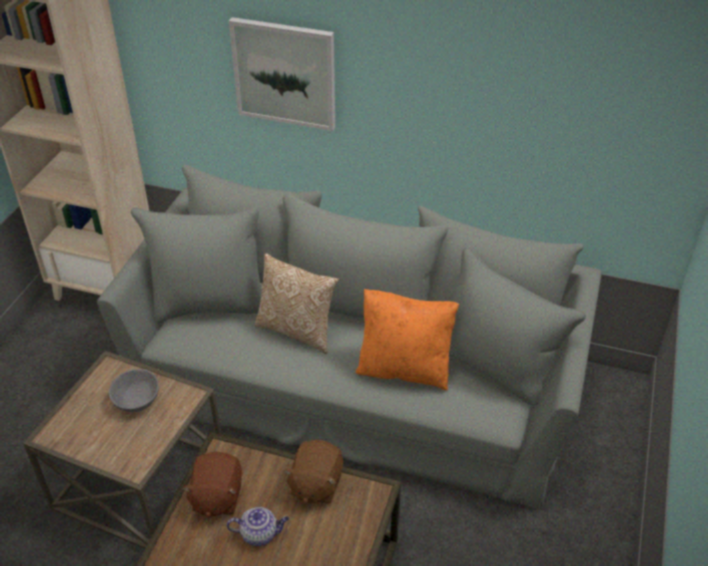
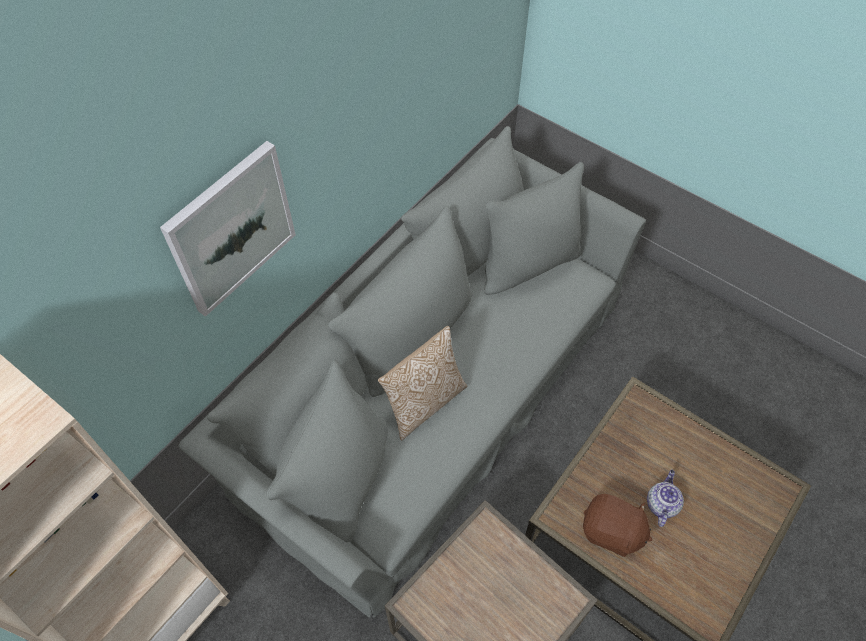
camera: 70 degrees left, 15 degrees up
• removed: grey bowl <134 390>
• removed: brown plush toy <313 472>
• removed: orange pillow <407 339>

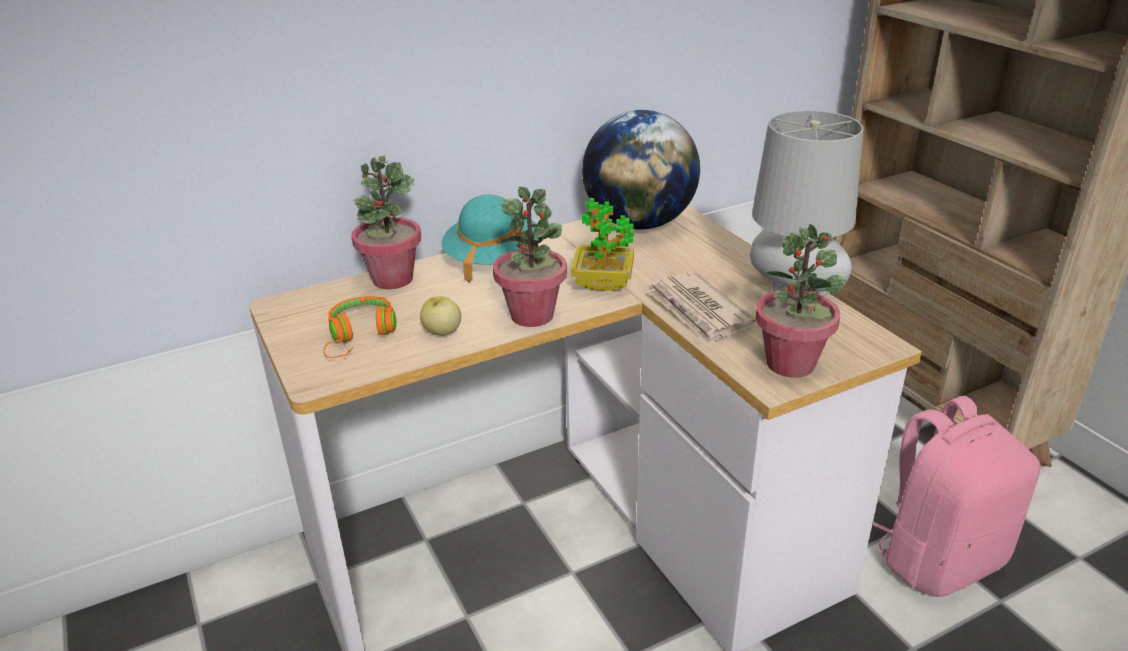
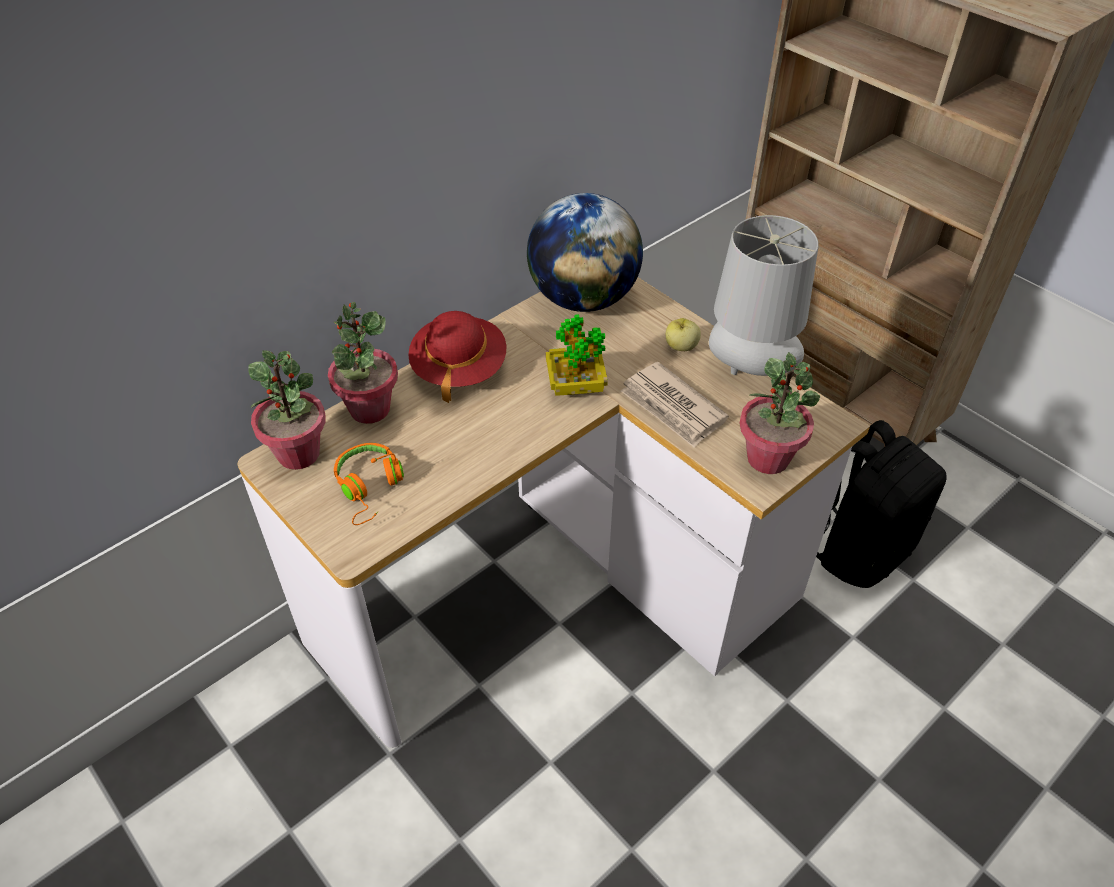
camera: 15 degrees left, 15 degrees up
• moved: potted plant <530 257> to <287 410>
• recoloured: turquoise hat <491 239> to red hat <457 357>
• moved: apple <440 316> to <683 334>
• recoloured: pink backpack <956 496> to black backpack <881 504>

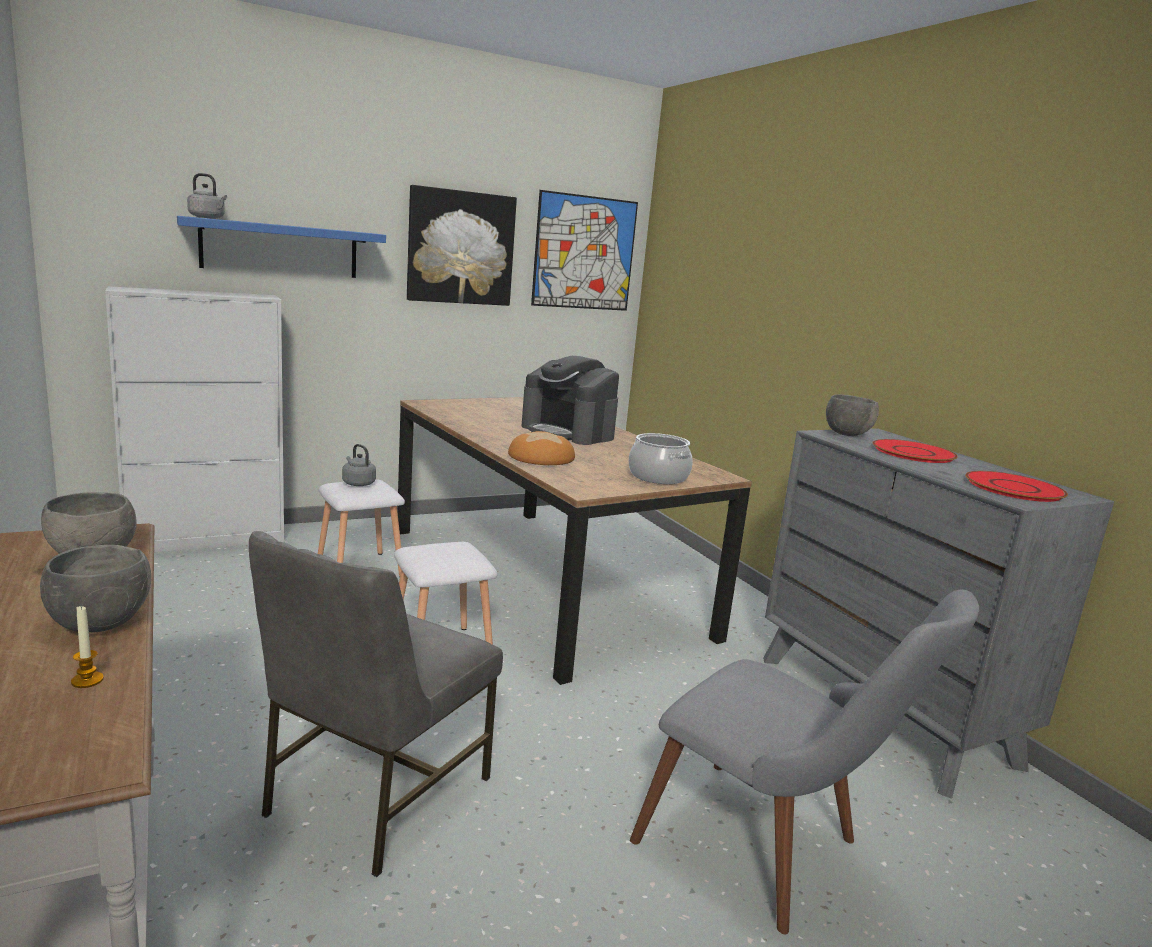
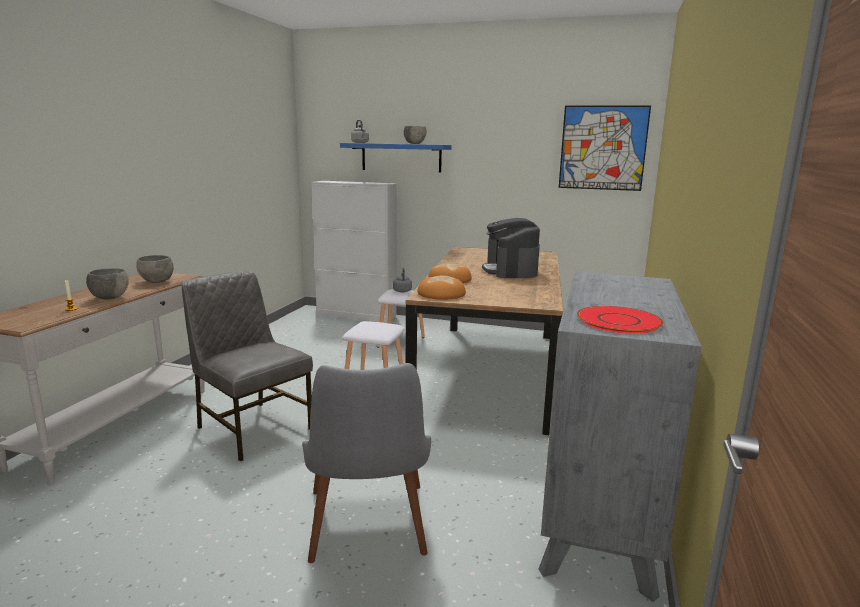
camera: 45 degrees right, 0 degrees up
• turned: grey chair <376 704> = <247 366> 60 degrees clockwise
• moved: grey bowl <852 415> to <415 135>
• added: bread <441 287>
• removed: picture <462 245>
• removed: cooking pot <661 458>
• removed: red plate <915 451>

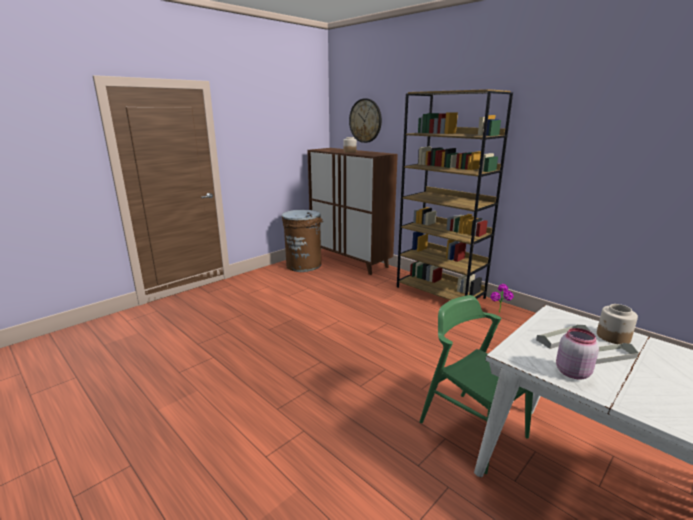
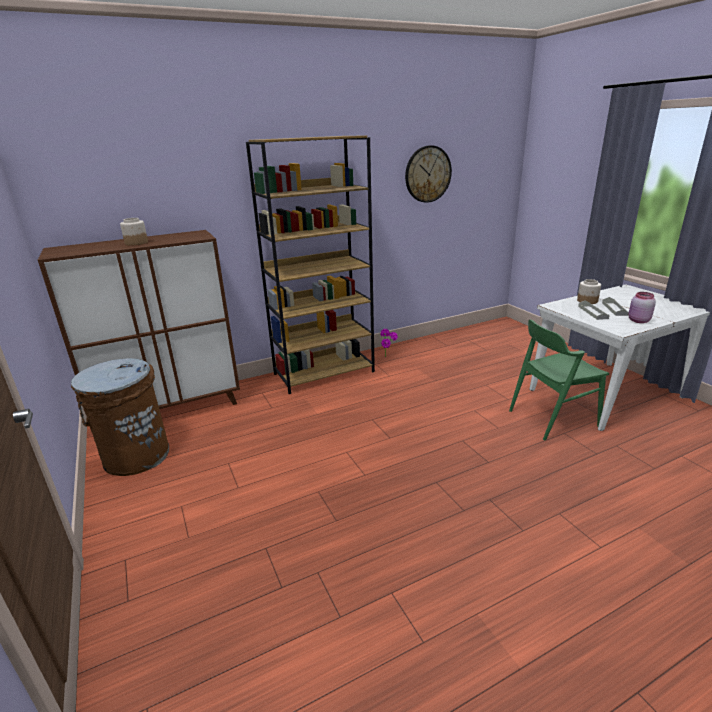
camera: 70 degrees left, 5 degrees up
• moved: wall clock <365 120> to <428 174>

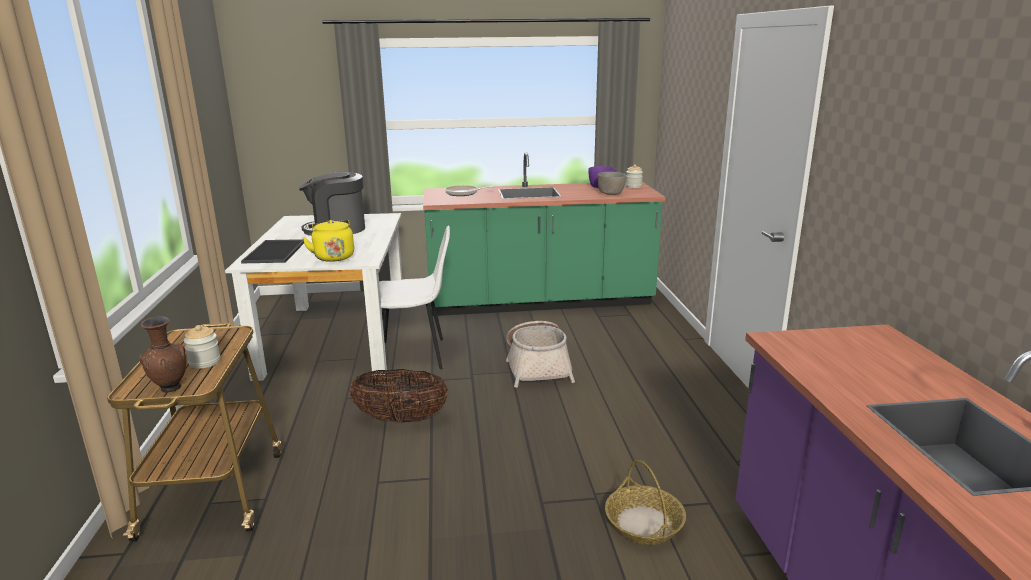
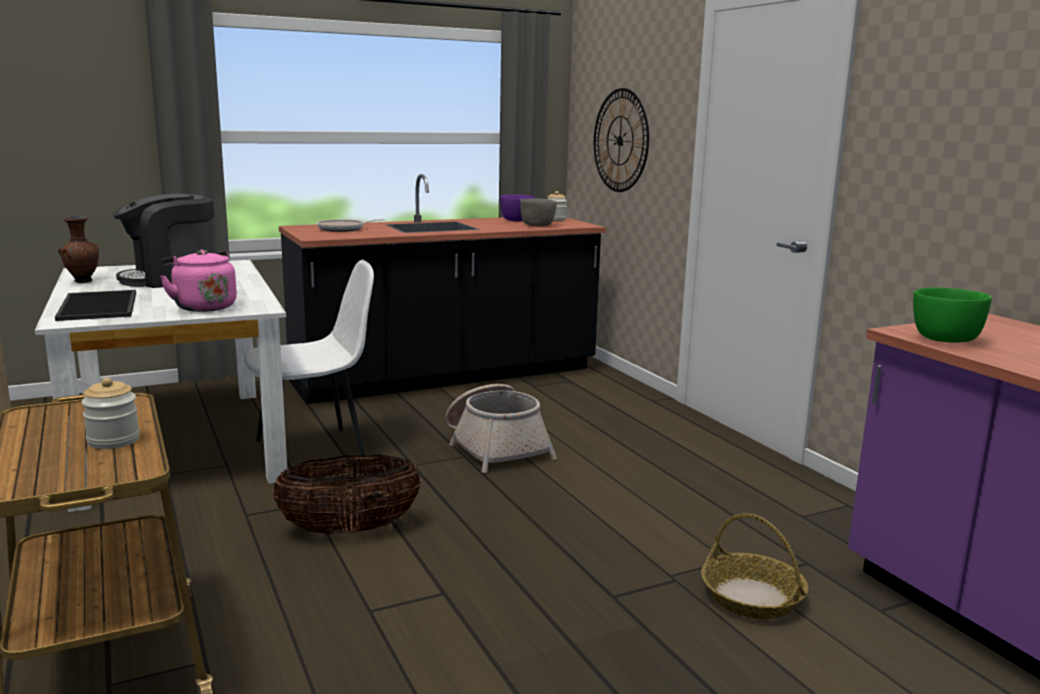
camera: 20 degrees left, 5 degrees down
• moved: brown vase <162 354> to <78 249>
• recoloured: yellow kettle <328 241> to pink kettle <198 281>
• recoloured: green counter <544 234> to black counter <442 289>
• added: wall clock <621 140>
• added: green bowl <952 315>

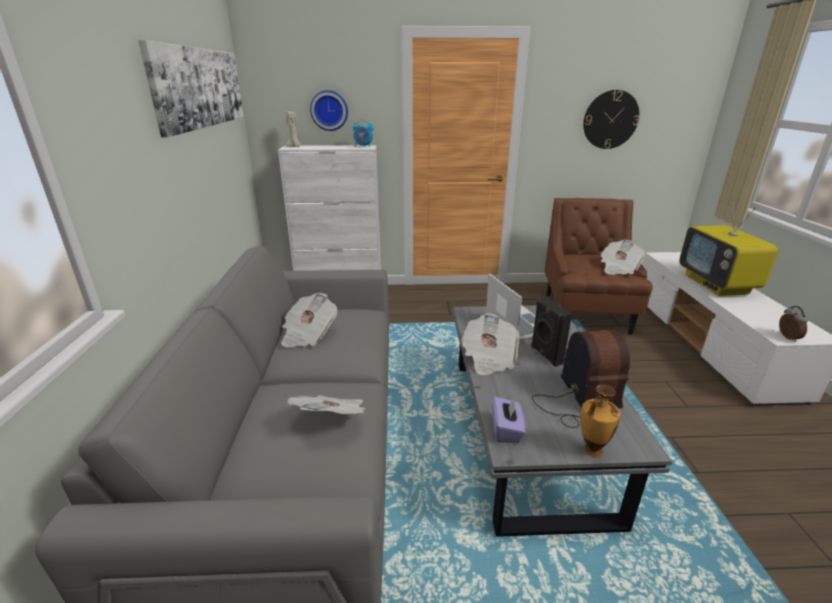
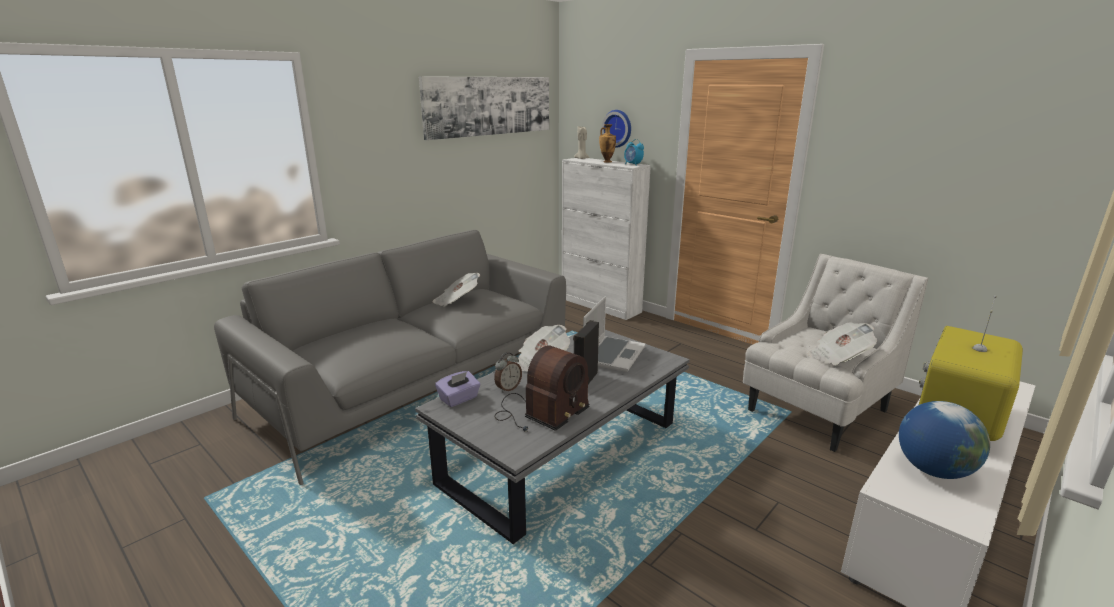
camera: 45 degrees right, 5 degrees down
• moved: alarm clock <793 324> to <508 372>
• moved: vase <600 421> to <607 143>
• recoloured: brown armchair <598 266> to white armchair <835 353>
• added: globe <944 440>
• removed: newspaper <326 404>
• removed: wall clock <611 119>

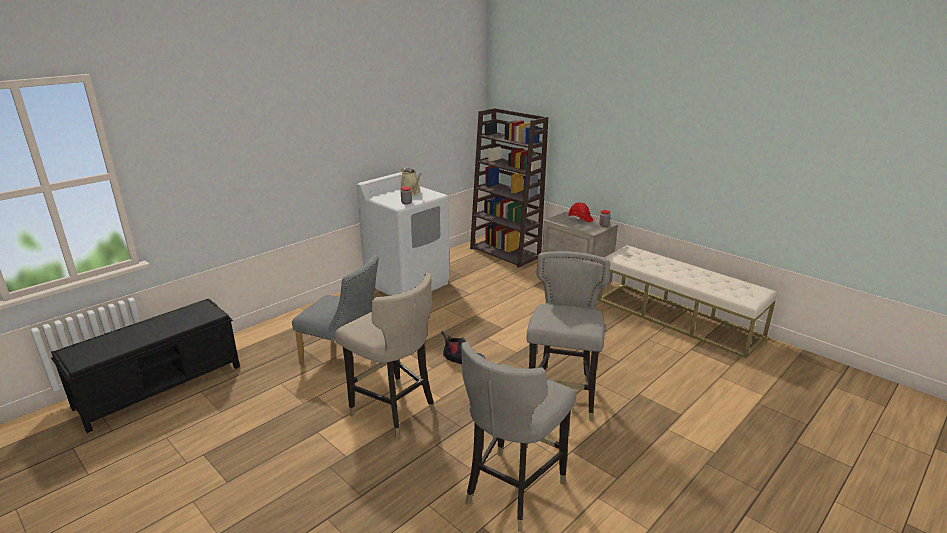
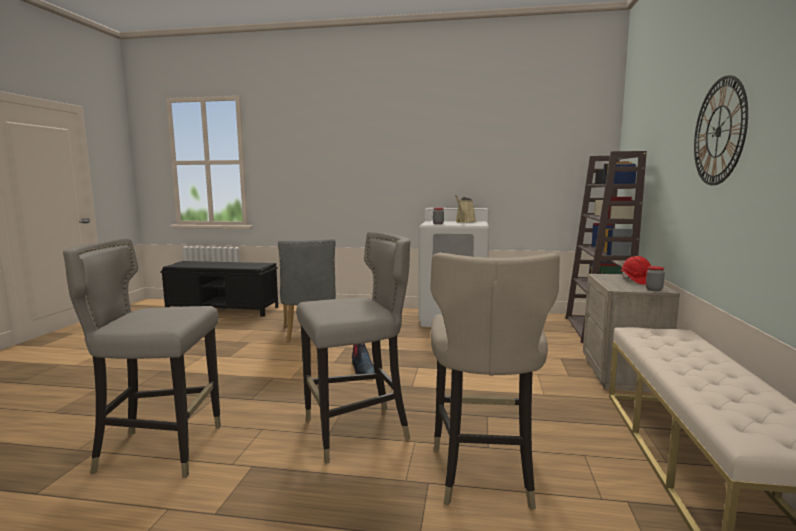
camera: 55 degrees right, 15 degrees down
• moved: beige stool <385 356> to <495 381>
• added: wall clock <721 130>

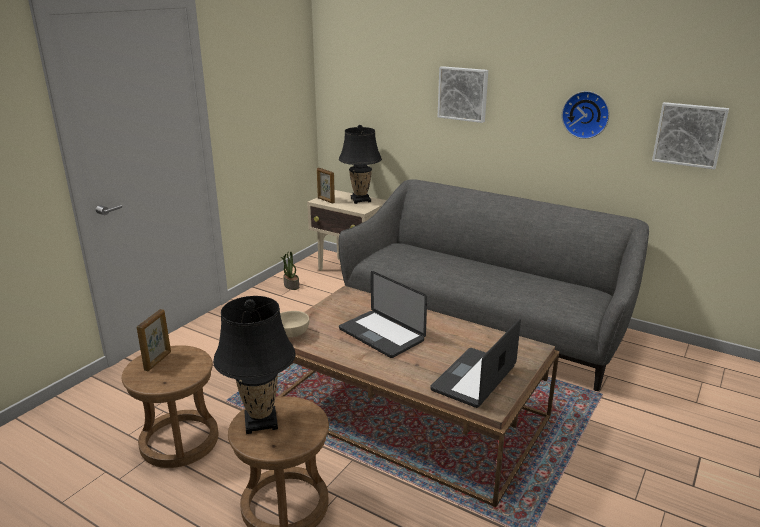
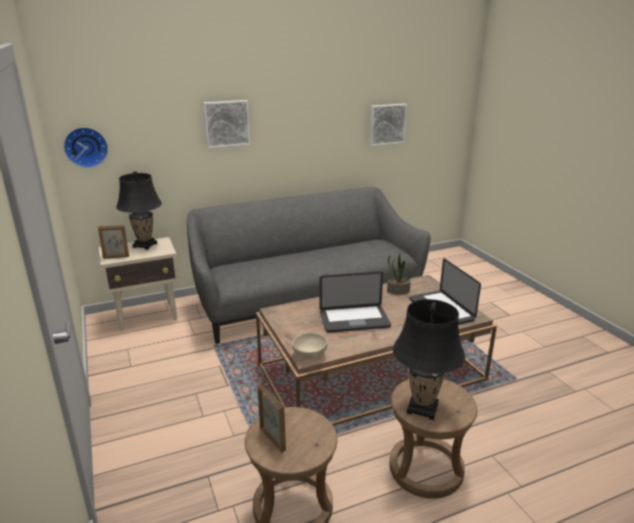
camera: 55 degrees left, 0 degrees up
• moved: wall clock <586 115> to <86 147>
• moved: potted plant <290 270> to <399 273>

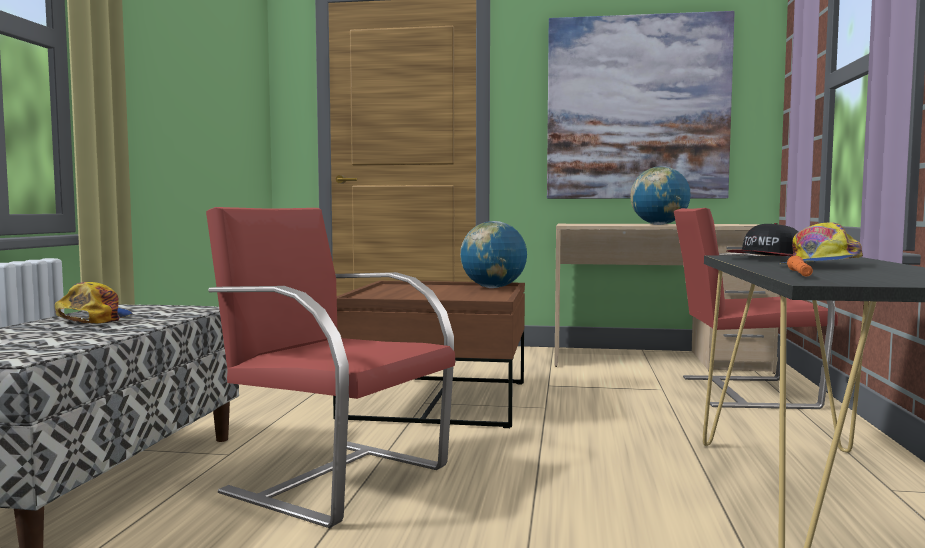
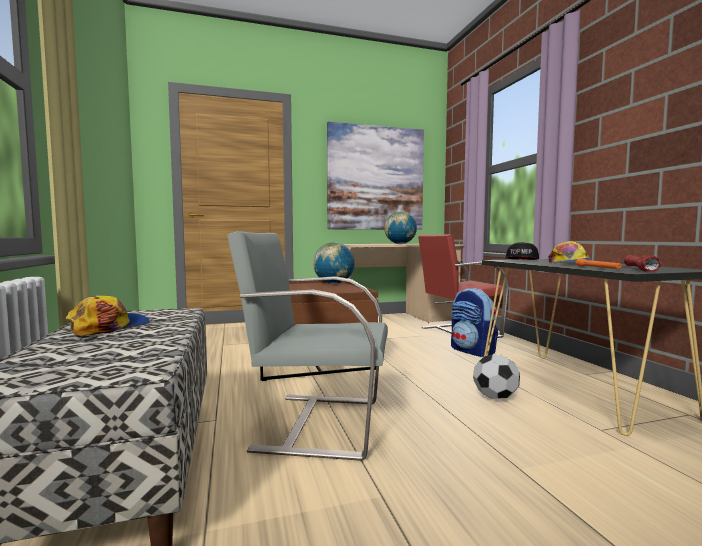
camera: 25 degrees left, 0 degrees up
• turned: cap <94 302> = <108 315> 60 degrees clockwise
• recoloured: red chair <330 367> to grey chair <307 346>
• added: backpack <474 322>
• added: football <496 376>
• added: red flashlight <643 263>

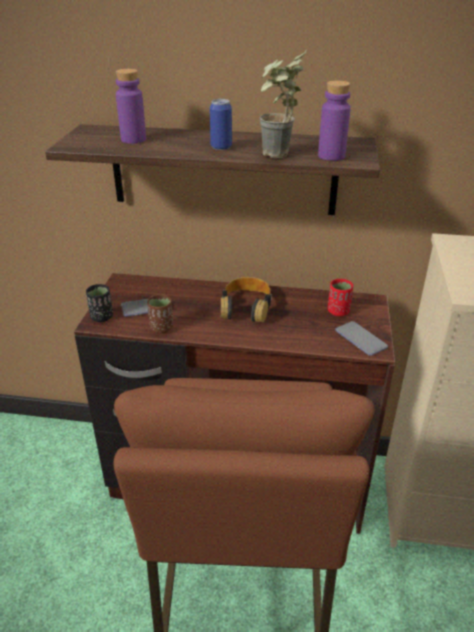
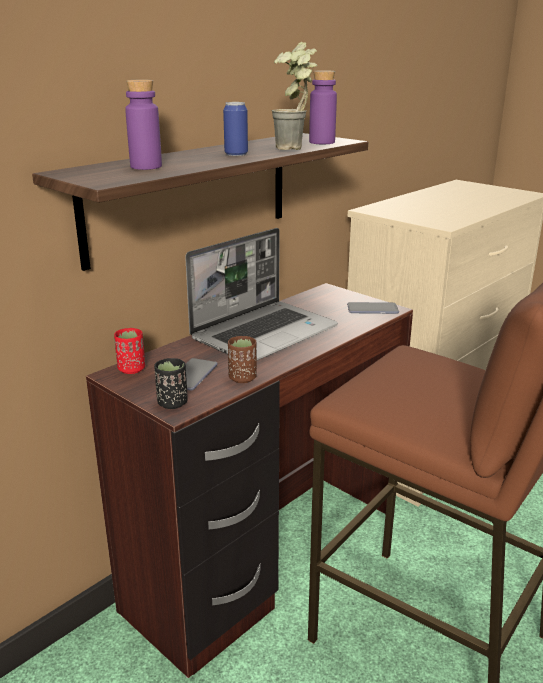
camera: 55 degrees left, 10 degrees down
• moved: red cup <340 297> to <129 351>
• replaced: headphones <246 299> to laptop <261 294>

